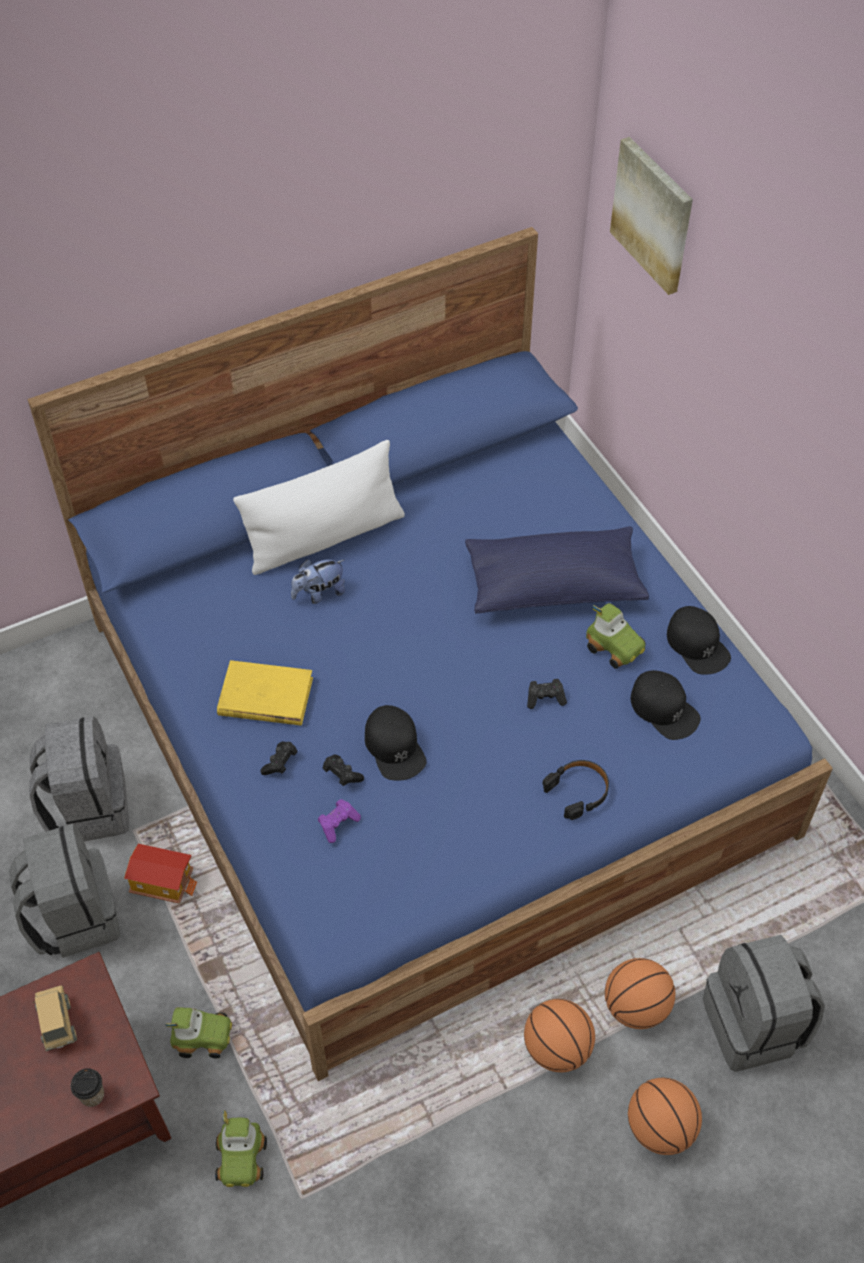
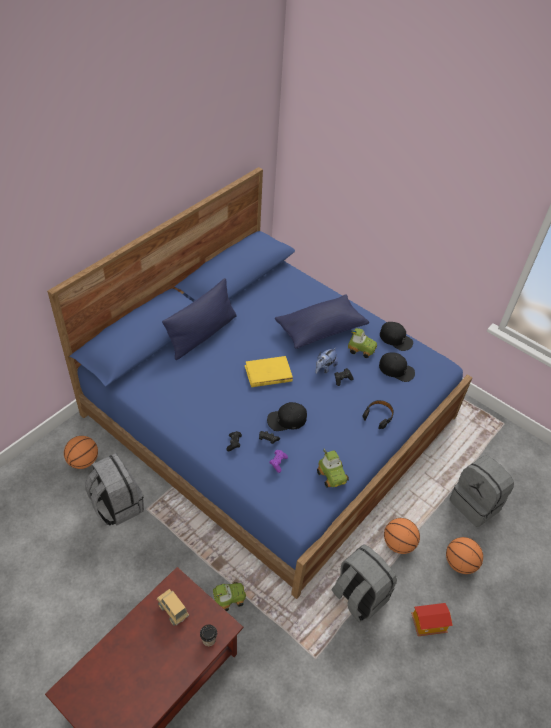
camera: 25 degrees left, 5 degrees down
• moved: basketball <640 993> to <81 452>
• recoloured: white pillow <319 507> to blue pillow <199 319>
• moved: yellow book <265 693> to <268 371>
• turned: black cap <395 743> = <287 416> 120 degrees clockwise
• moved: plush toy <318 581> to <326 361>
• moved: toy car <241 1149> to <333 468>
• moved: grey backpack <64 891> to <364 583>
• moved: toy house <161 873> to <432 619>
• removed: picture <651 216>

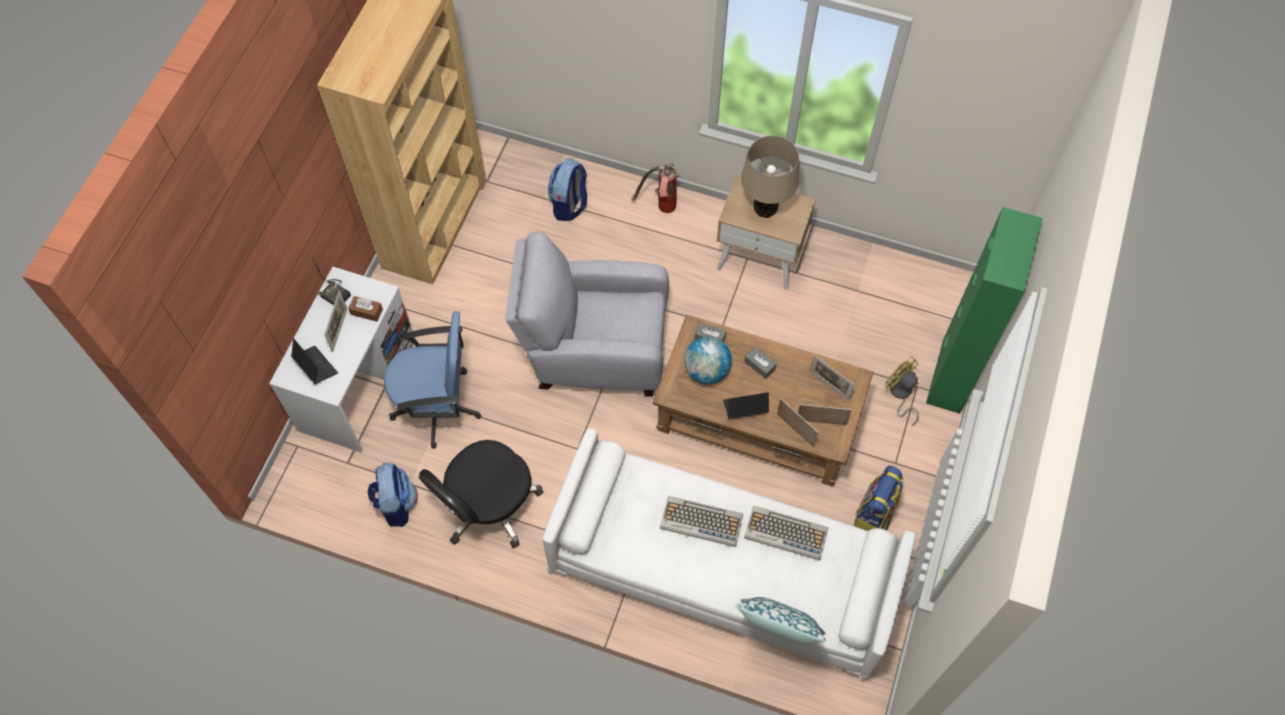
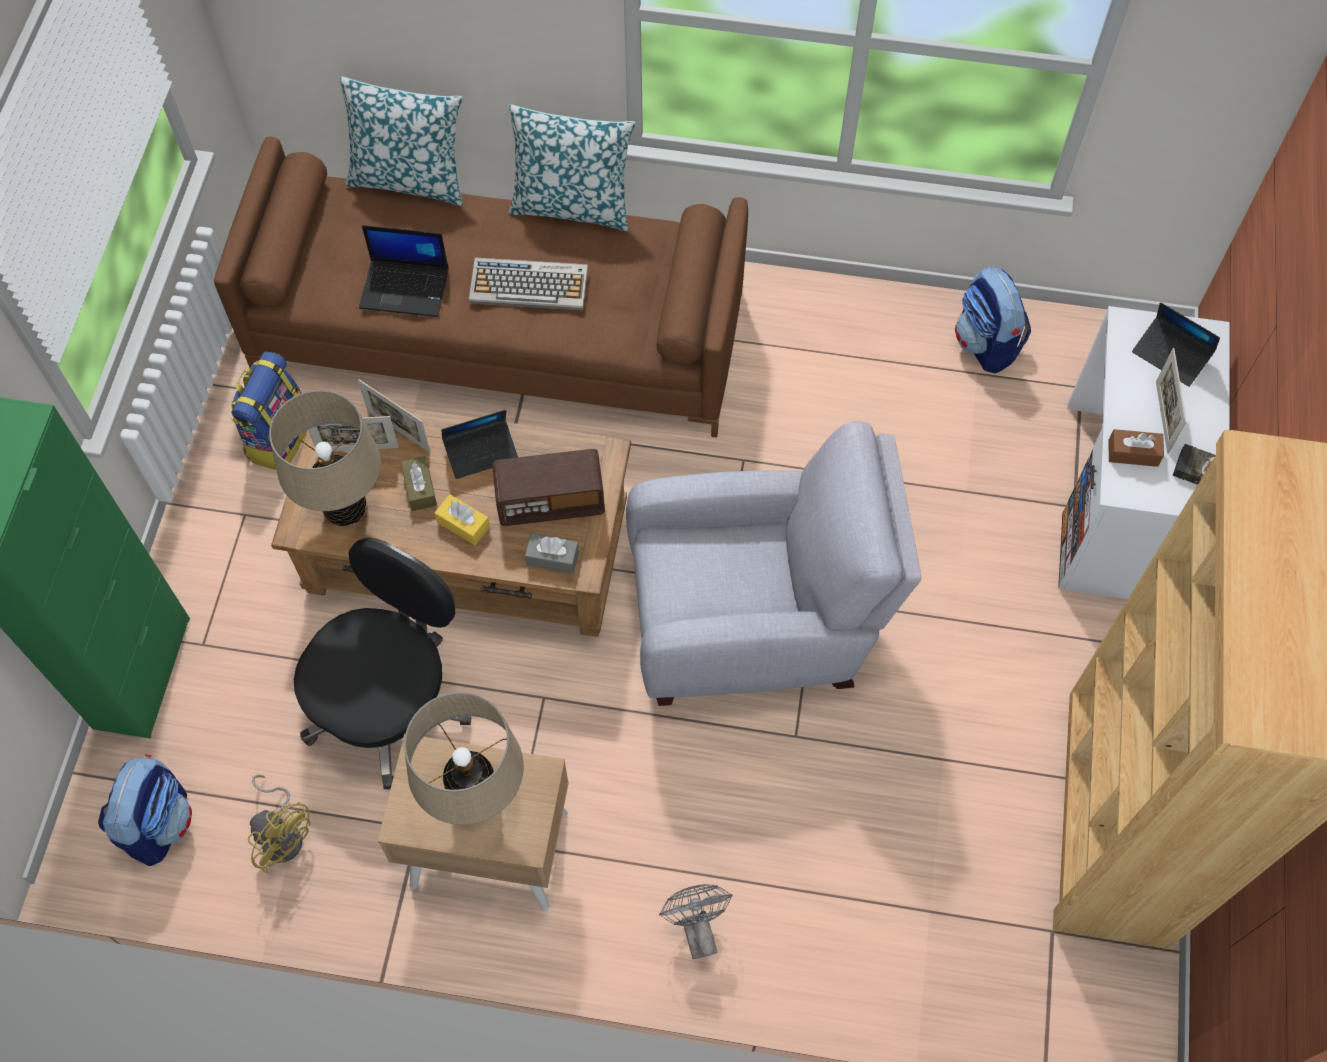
camera: 170 degrees right, 0 degrees up
• moved: backpack <567 189> to <145 810>
• recoloured: white sofa <729 555> to brown sofa <481 287>
• moved: yellow fan <902 391> to <279 824>
• replaced: picture frame <832 378> to beige table lamp <325 458>
• moved: black office chair <481 494> to <382 663>
• replaced: keyboard <786 533> to laptop <404 271>
• added: brown tissue box <419 483>
• recoloured: grey tissue box <760 363> to yellow tissue box <462 519>
• replaced: globe <708 360> to radio <548 487>
• added: pillow <571 167>
• replaced: fire extinguisher <655 188> to grey fan <696 921>
• removed: blue office chair <433 380>

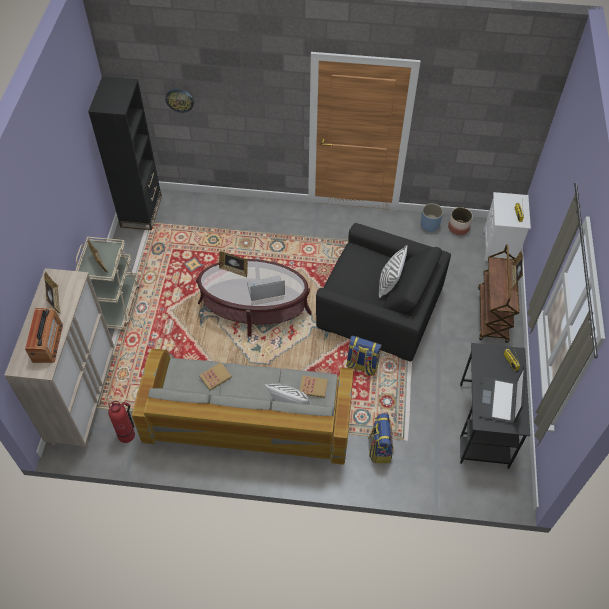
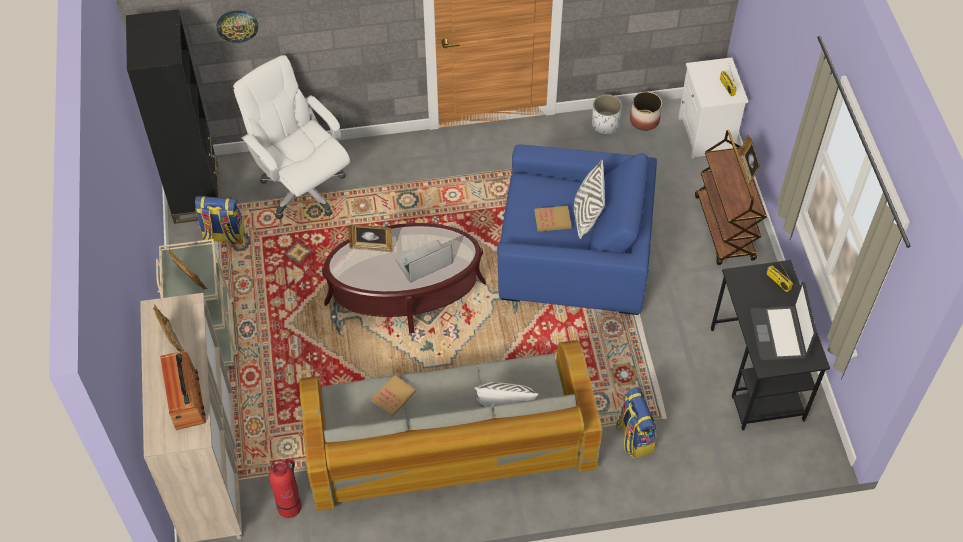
camera: 15 degrees left, 0 degrees up
• moved: backpack <364 356> to <220 221>
• added: white office chair <291 137>
• recoloured: black armchair <383 292> to blue armchair <577 230>
• moved: book <314 386> to <553 218>
• recoloured: blue planter <431 217> to white planter <607 114>

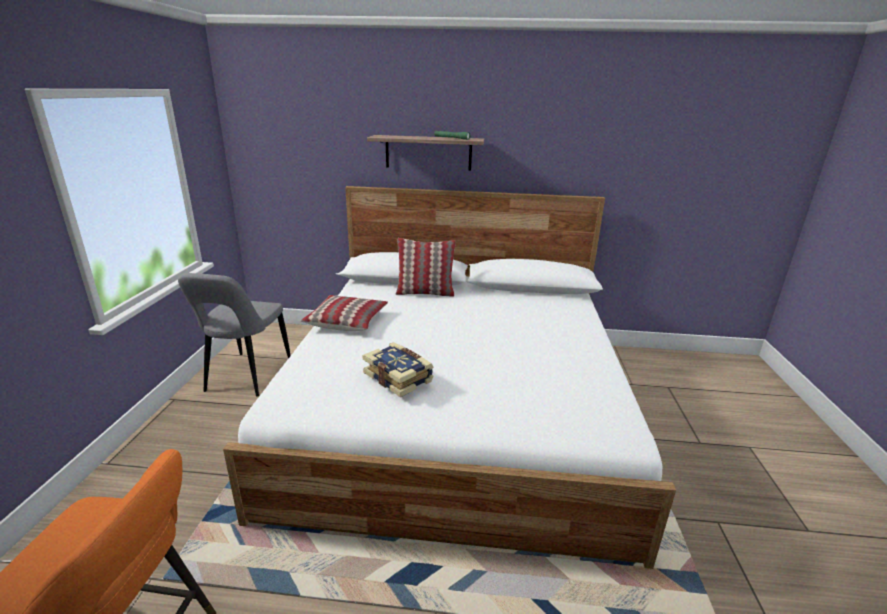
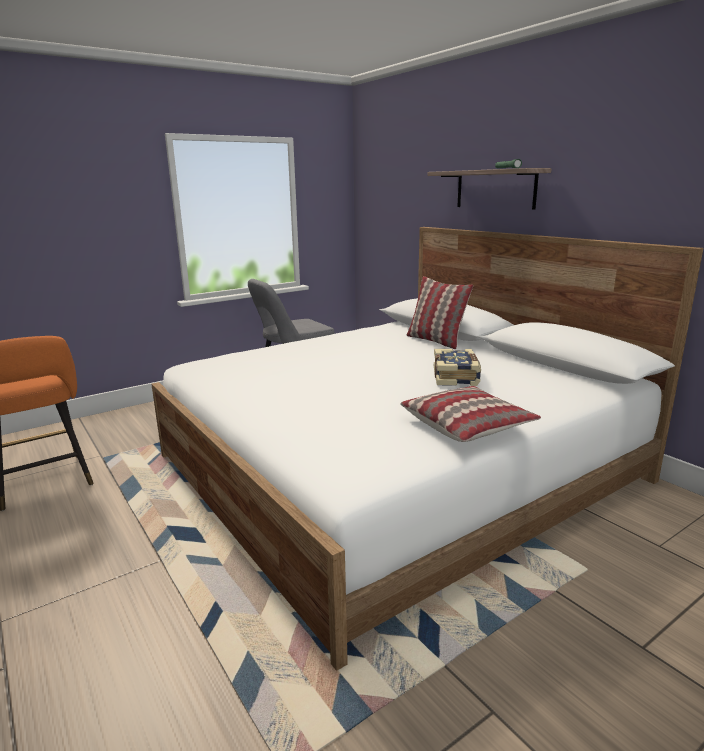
camera: 50 degrees right, 5 degrees down
• moved: pillow <344 313> to <470 414>
• moved: book <397 369> to <457 367>

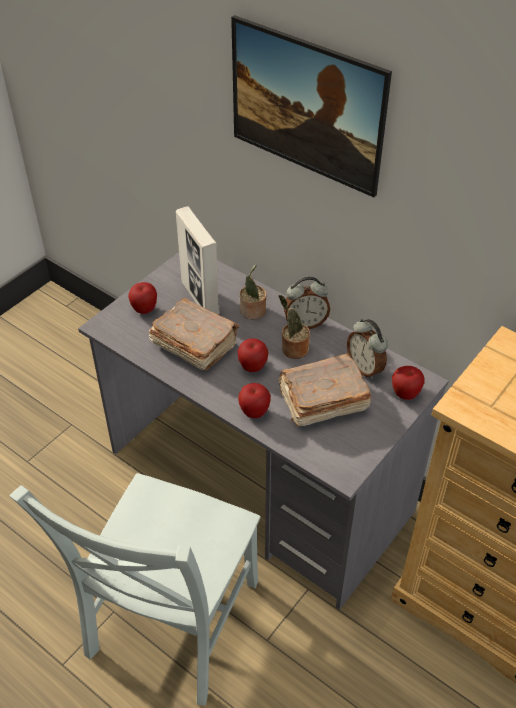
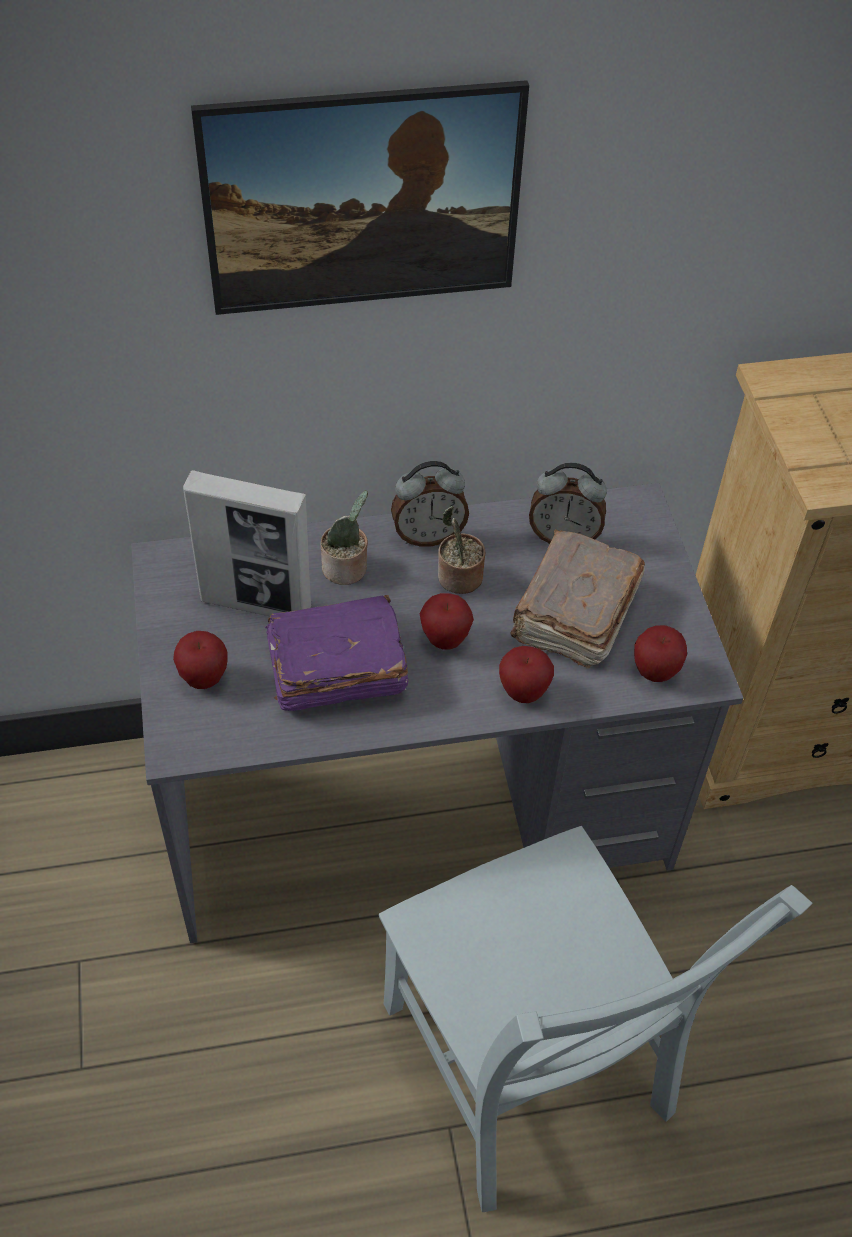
camera: 50 degrees left, 5 degrees up
• recoloured: brown book <194 334> to purple book <336 653>
• turned: alarm clock <307 303> = <430 504> 45 degrees clockwise
• moved: apple <408 383> to <660 653>

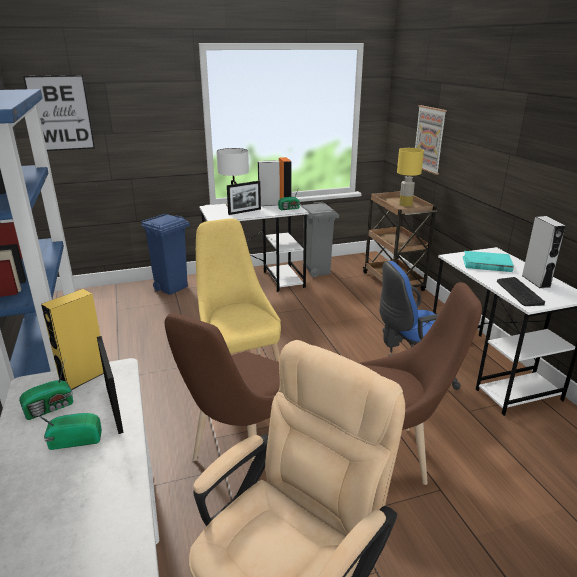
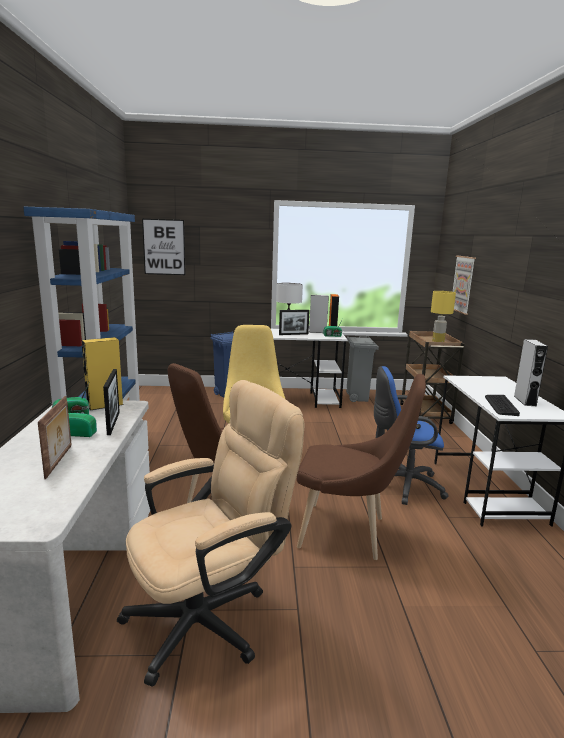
camera: 15 degrees right, 10 degrees down
• added: picture frame <54 437>
• removed: turquoise book <488 261>

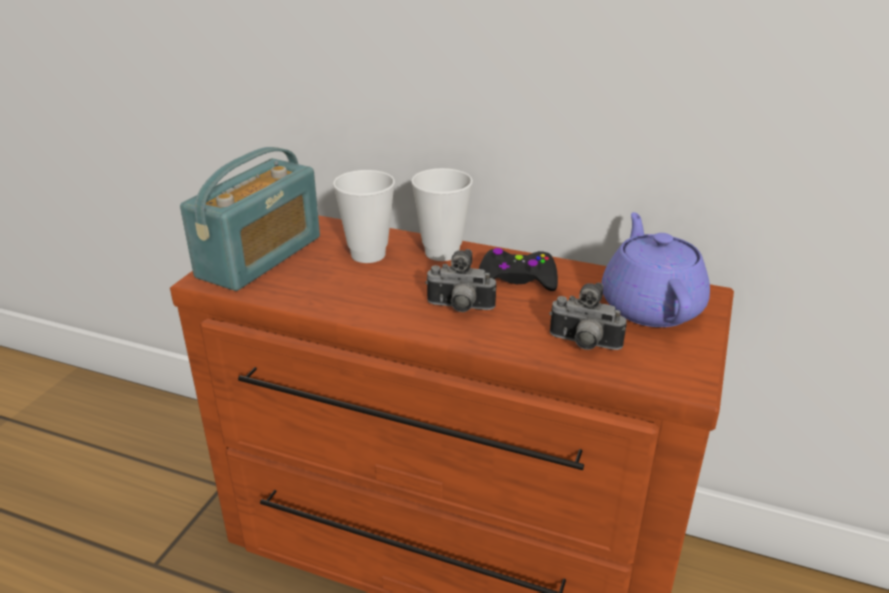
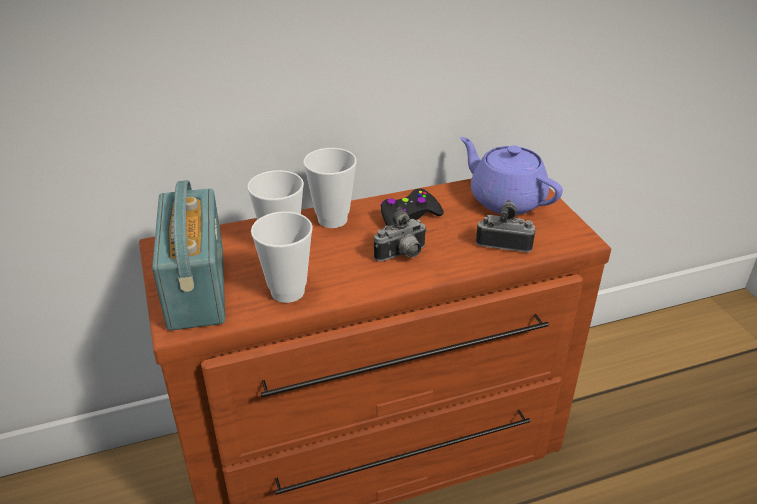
camera: 40 degrees left, 5 degrees up
• added: cup <282 257>
• turned: photo camera <588 316> = <506 226> 150 degrees counterclockwise

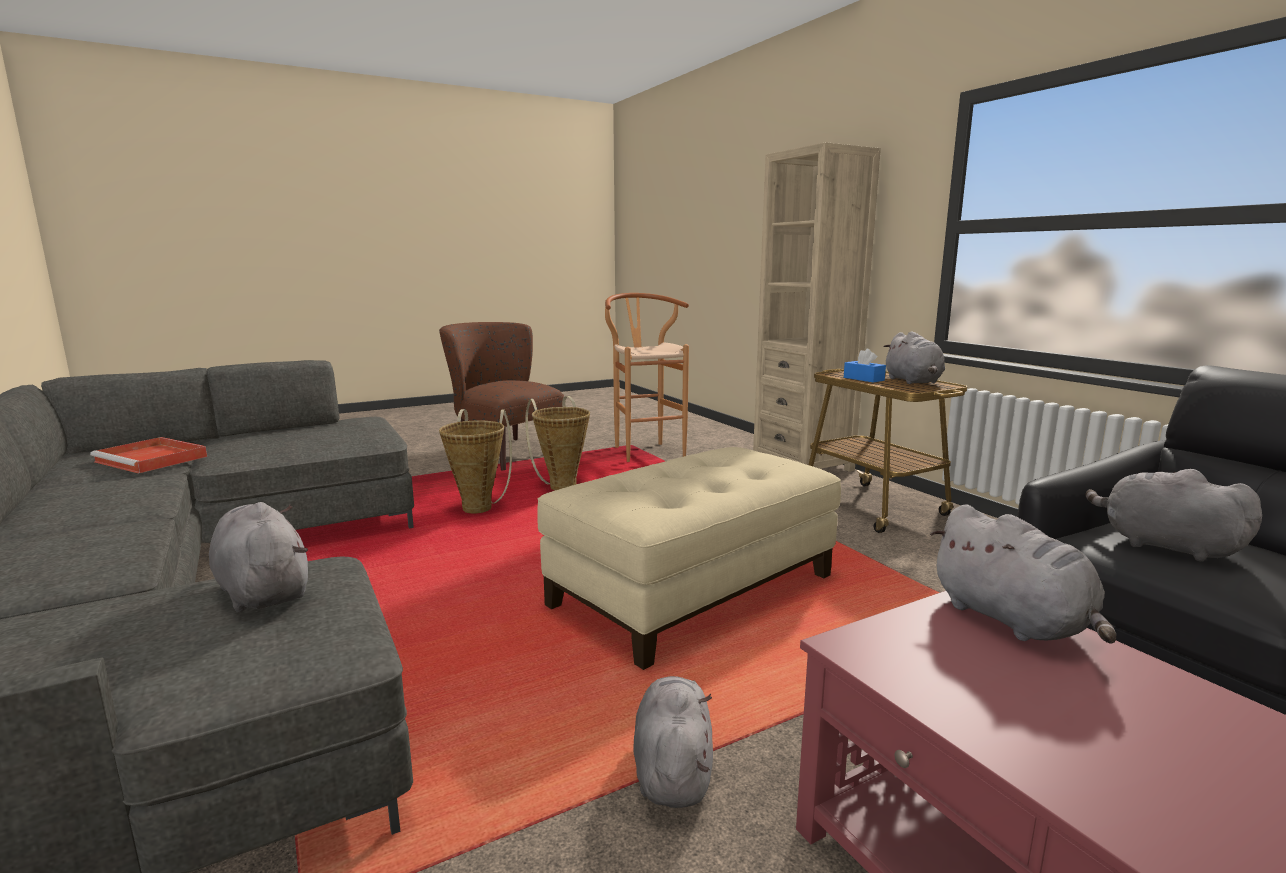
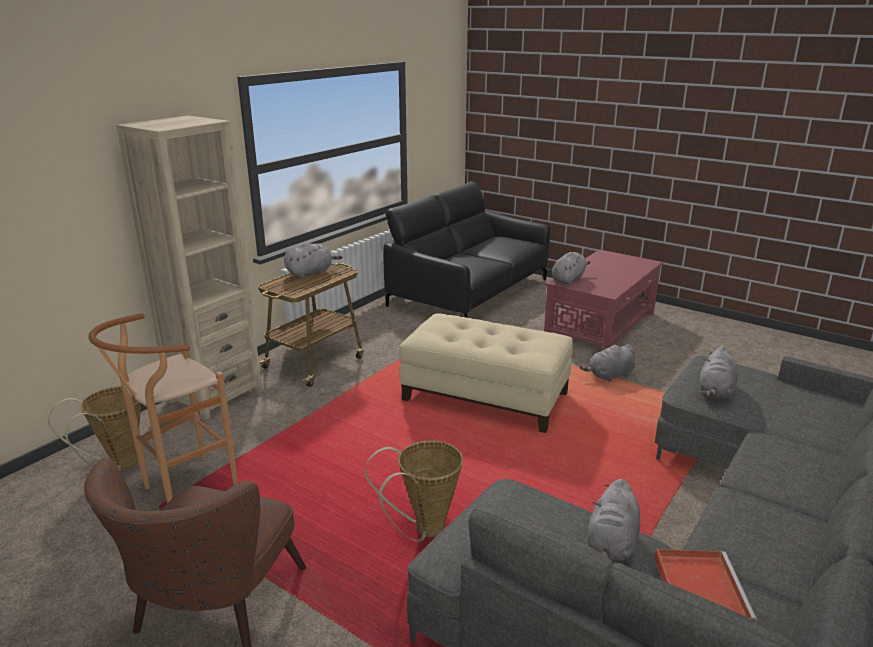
camera: 115 degrees left, 10 degrees up
• moved: basket <557 443> to <94 428>
• moved: grey plush toy <1173 515> to <614 520>
• removed: blue tissue box <865 365>

